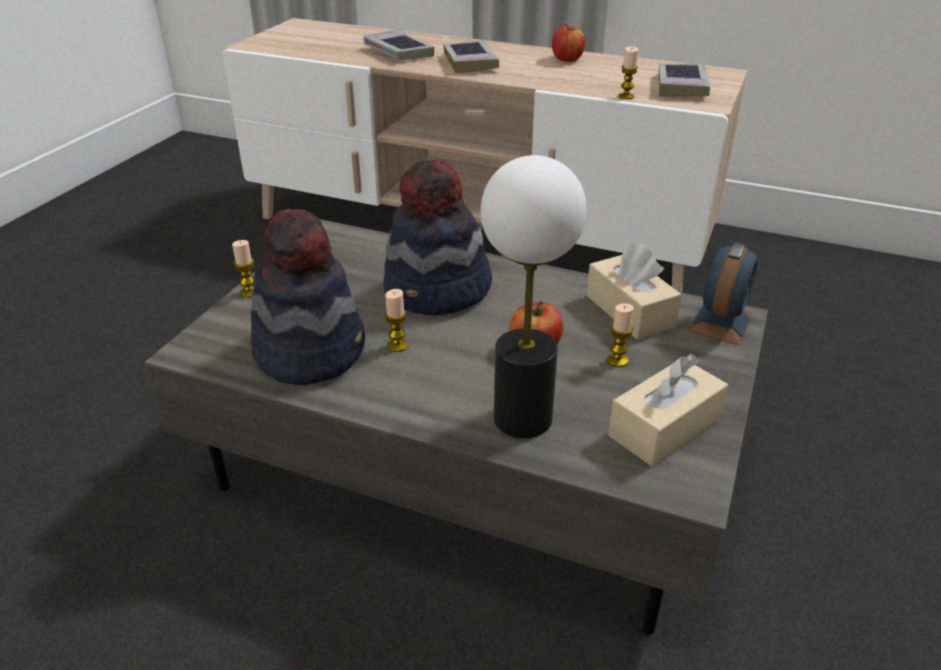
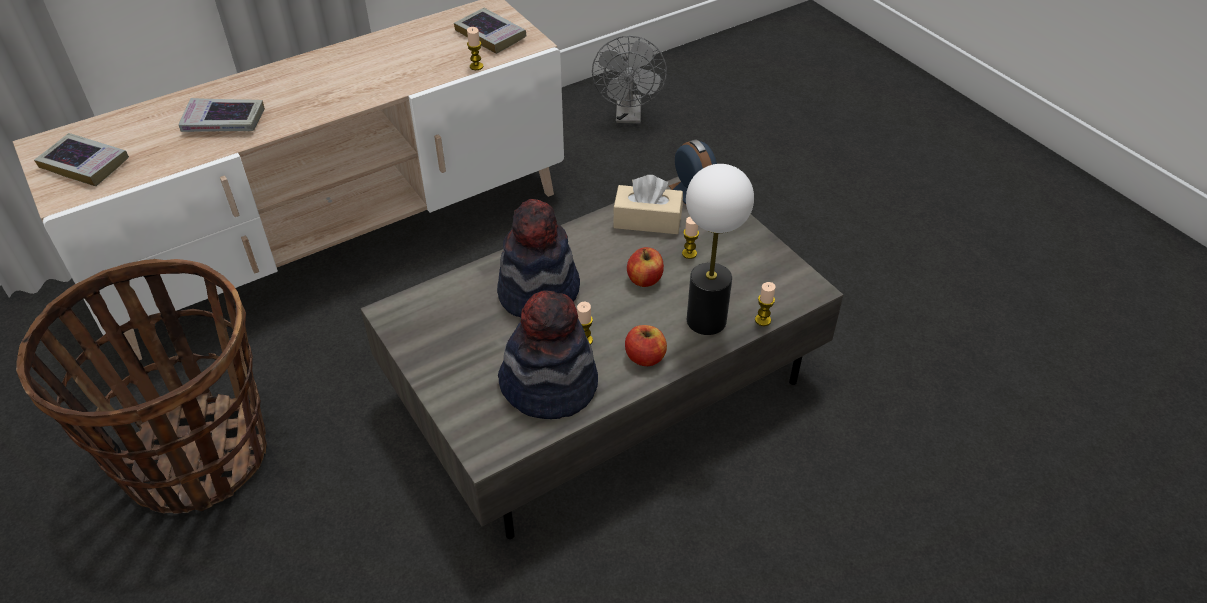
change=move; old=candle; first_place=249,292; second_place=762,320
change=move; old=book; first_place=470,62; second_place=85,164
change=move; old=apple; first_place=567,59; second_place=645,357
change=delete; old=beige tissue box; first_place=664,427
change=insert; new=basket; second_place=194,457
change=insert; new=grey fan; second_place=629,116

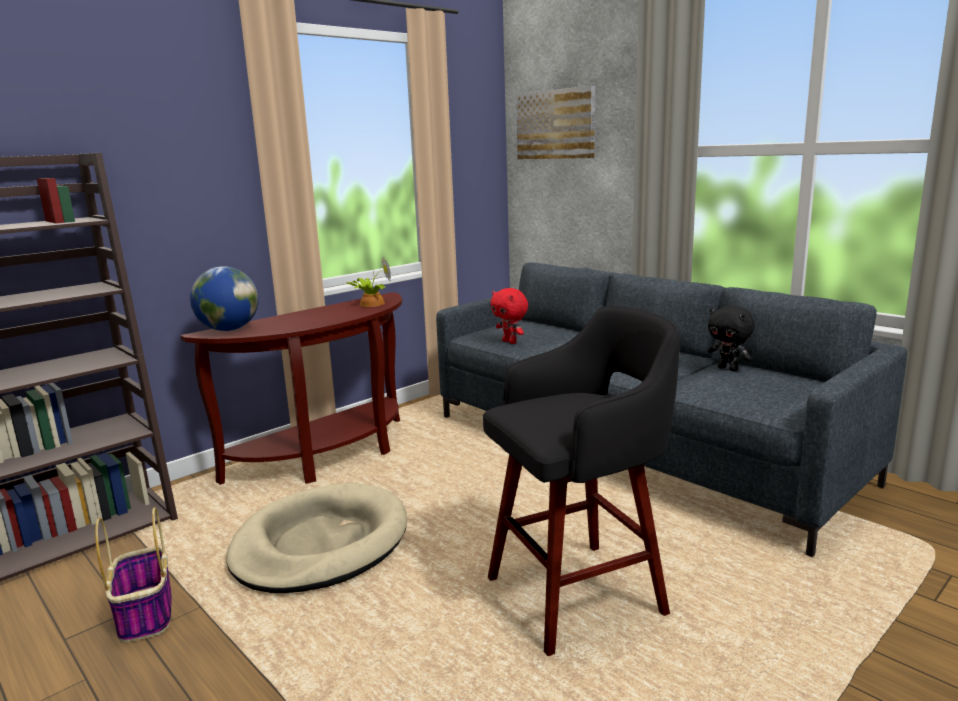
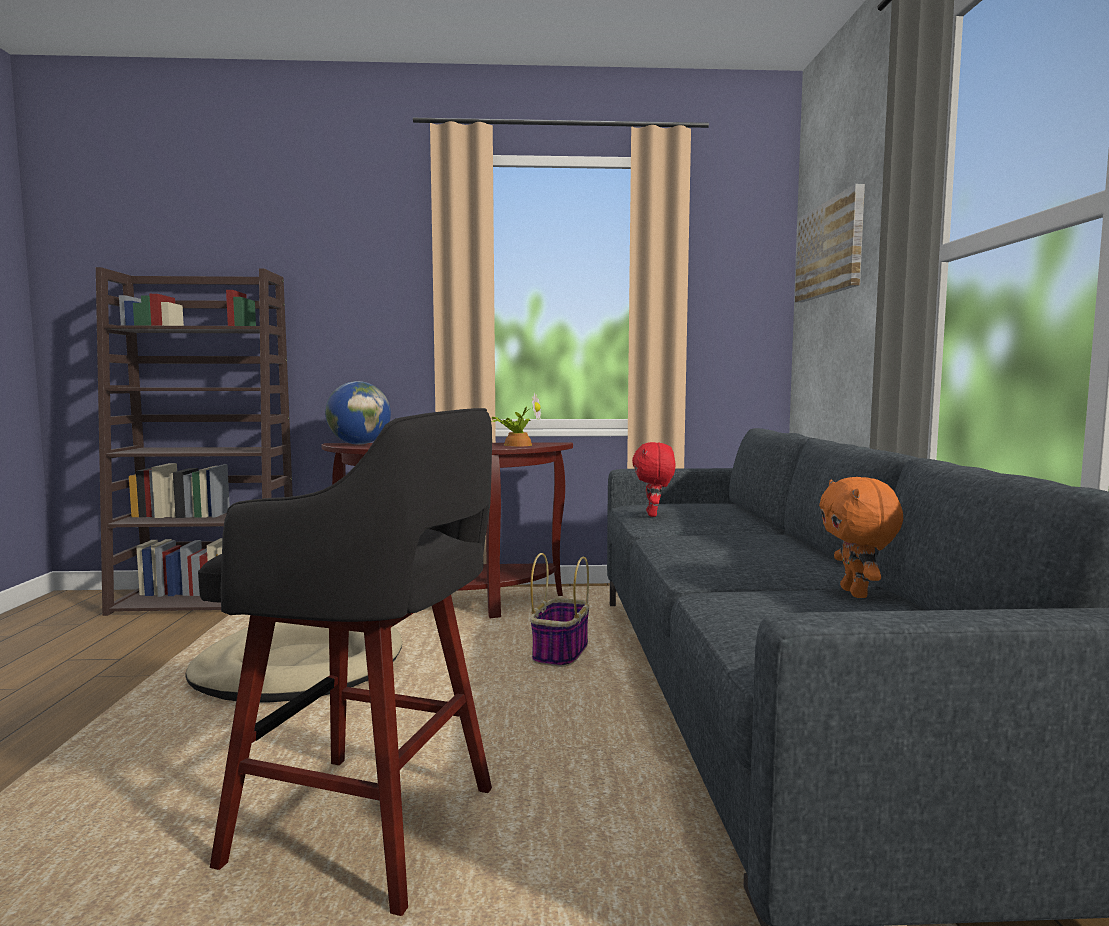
change=move; old=basket; first_place=145,613; second_place=560,652
change=recolor; old=black plush toy; new=orange plush toy; first_place=728,369; second_place=856,593

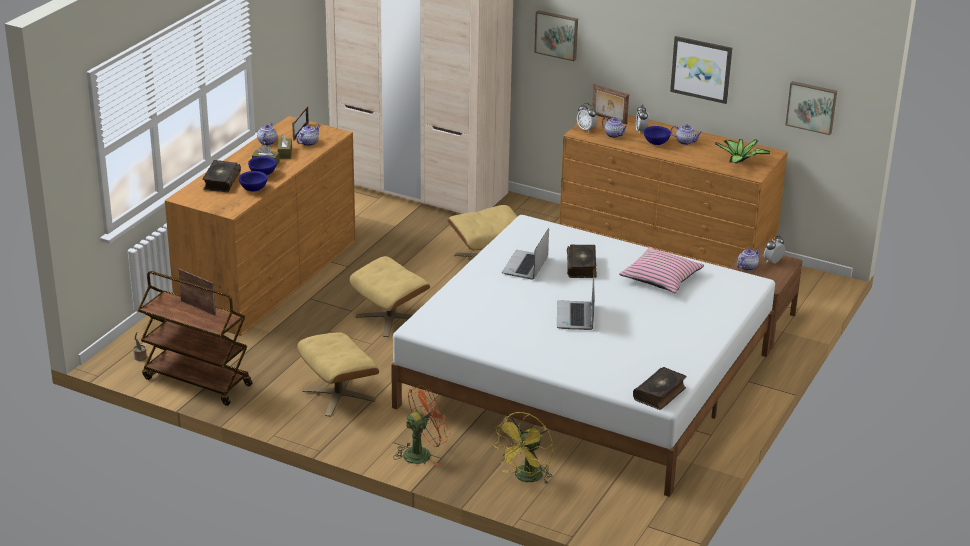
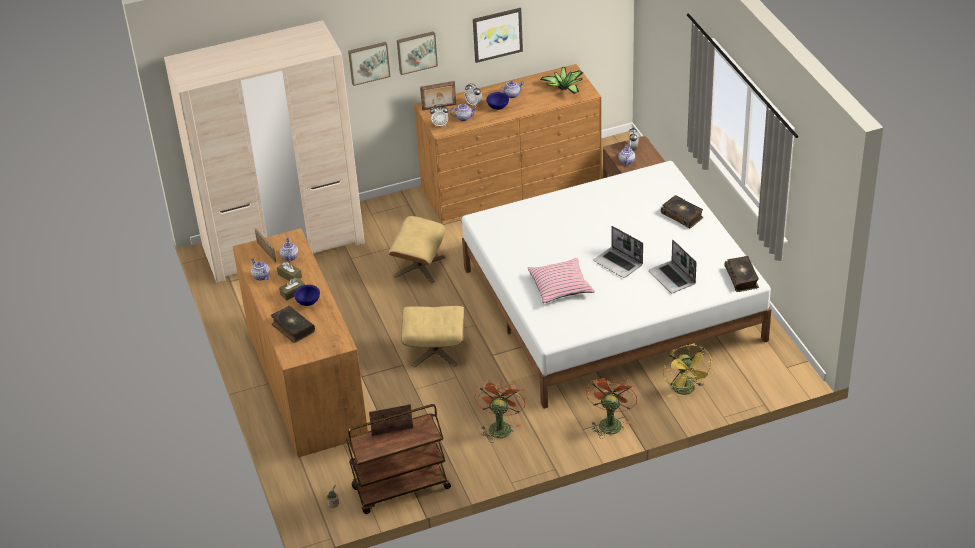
change=delete; old=blue bowl; first_place=253,189
change=replace; old=beige ottoman; new=orange fan; first_place=338,395; second_place=499,426
change=move; old=laptop; first_place=525,266; second_place=672,278
change=move; old=book; first_place=582,266; second_place=682,216
change=move; old=pink pillow; first_place=661,278; second_place=560,286
change=move; old=picture; first_place=811,107; second_place=416,52

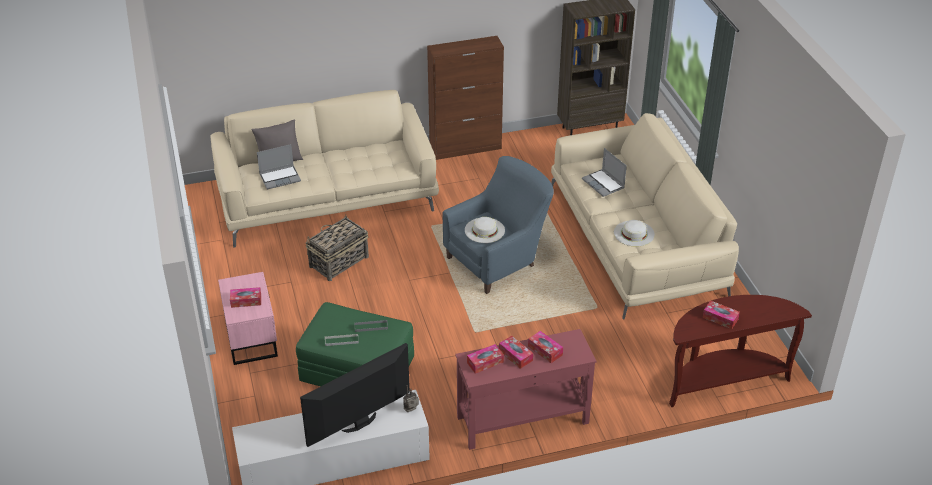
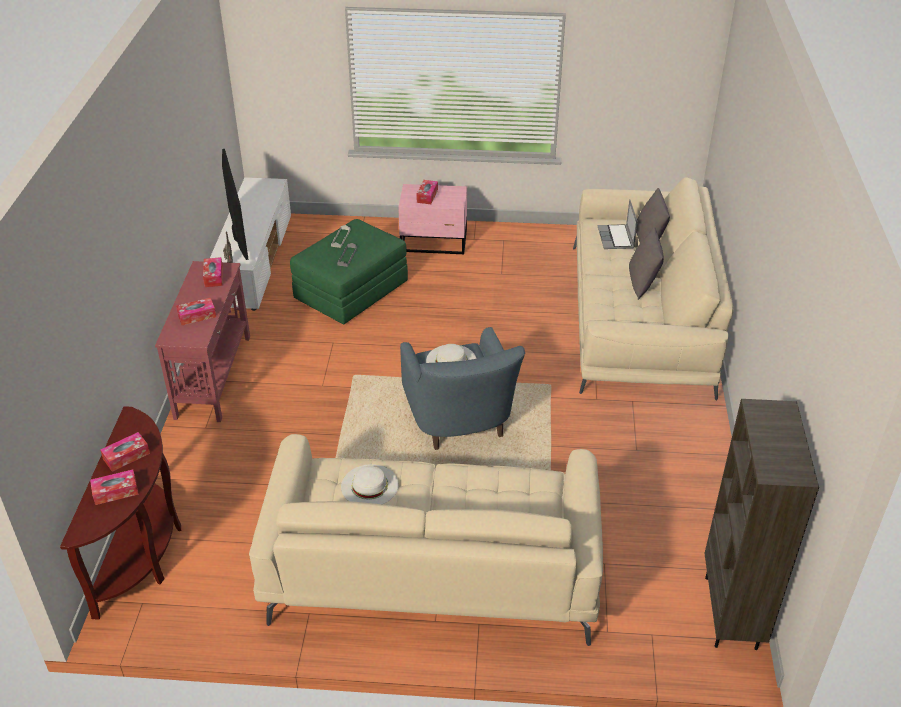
change=delete; old=basket; first_place=338,262
change=delete; old=brown cabinet; first_place=466,148
change=move; old=tissue box; first_place=515,355; second_place=115,492
change=delete; old=laptop; first_place=604,184
change=insert; new=grey pillow; second_place=642,284

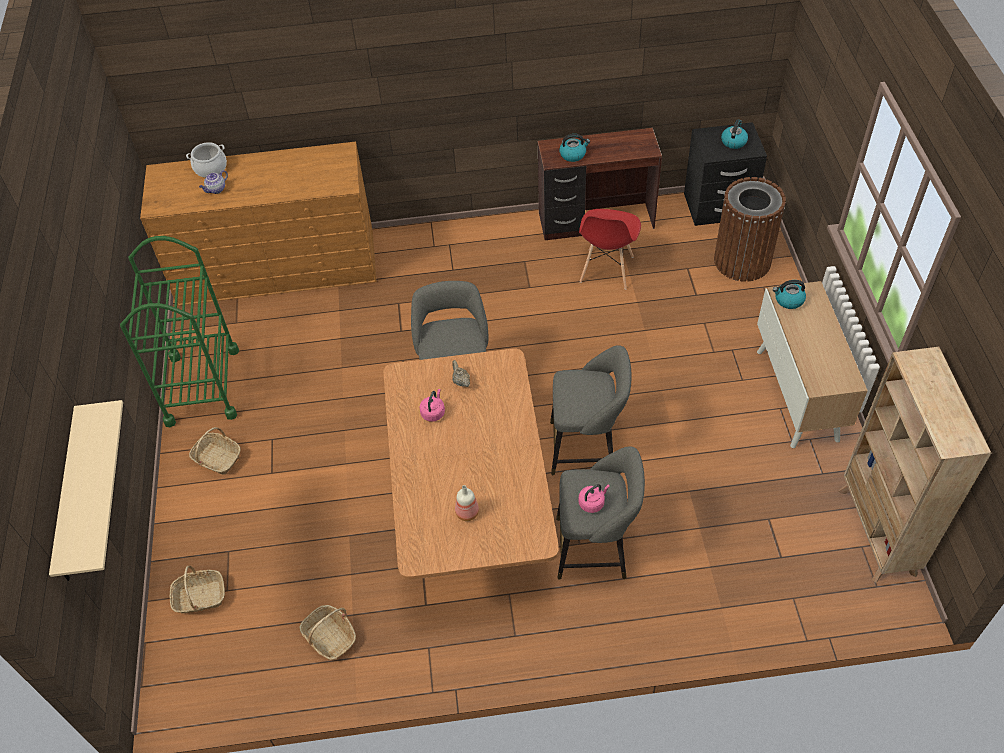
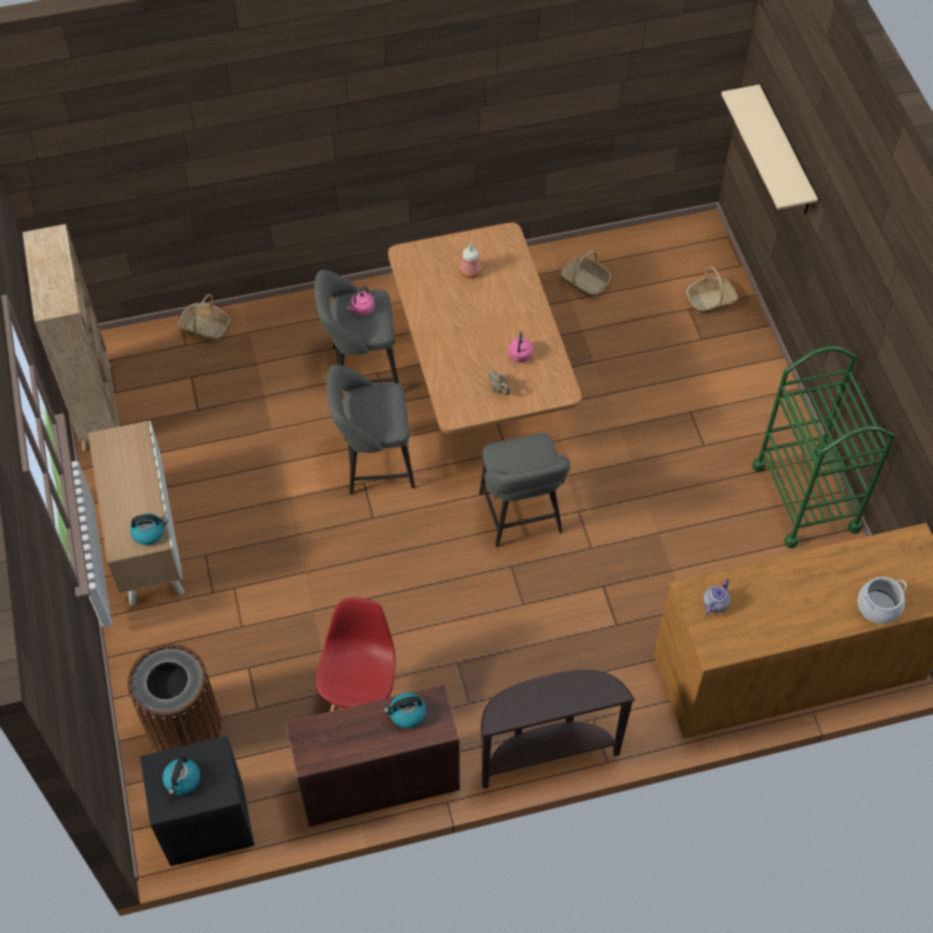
change=move; old=basket; first_place=217,458; second_place=205,328
change=move; old=teapot; first_place=216,189; second_place=715,603
change=insert; new=brown console table; second_place=546,754

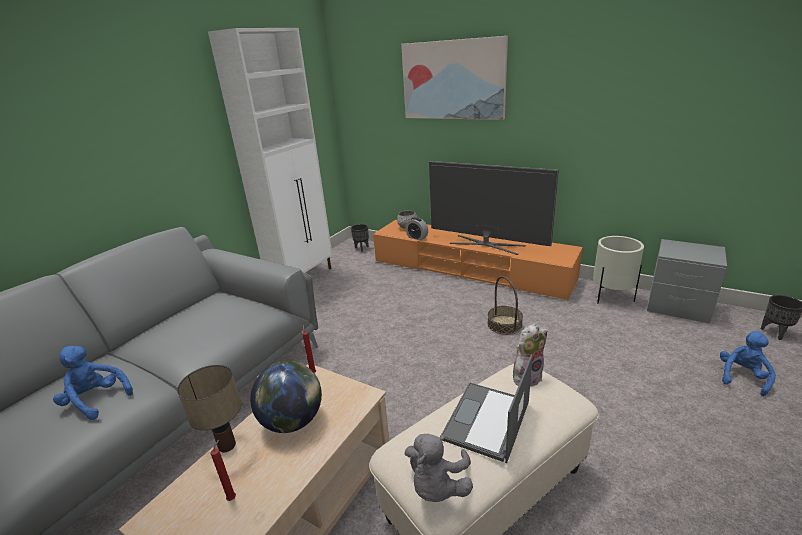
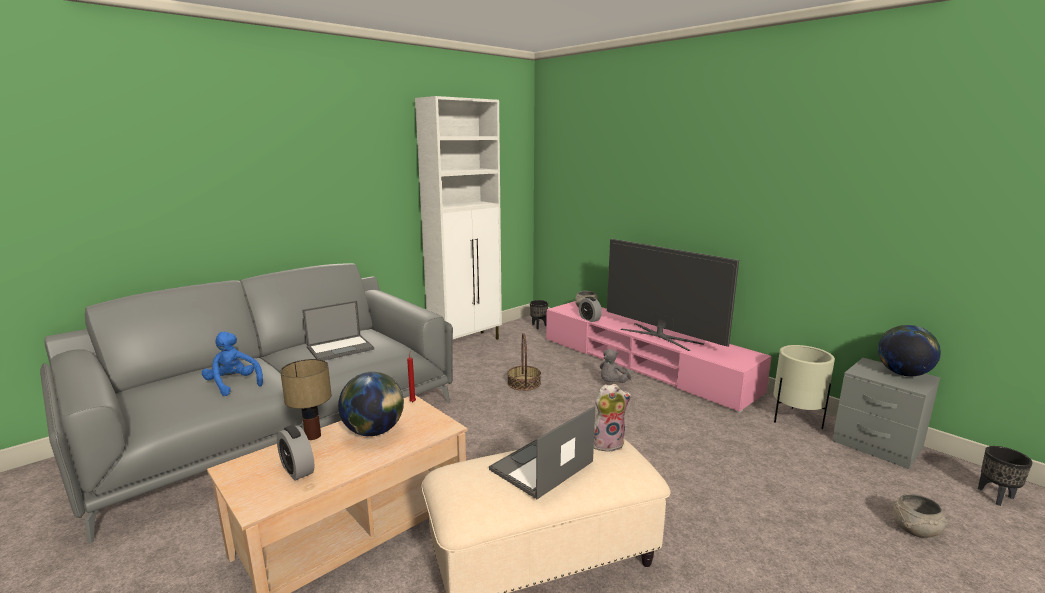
change=replace; old=red candle; new=alarm clock; first_place=233,498; second_place=297,470
change=recolor; old=orange tv stand; new=pink tv stand; first_place=470,270; second_place=643,365
change=delete; old=picture; first_place=453,80
change=move; old=grey plush toy; first_place=437,486; second_place=612,383
change=move; old=basket; first_place=504,324; second_place=524,383
change=replace; old=blue plush toy; new=grey bowl; first_place=742,377; second_place=916,530
change=insert; new=laptop; second_place=341,348
change=insert; new=globe; second_place=903,374

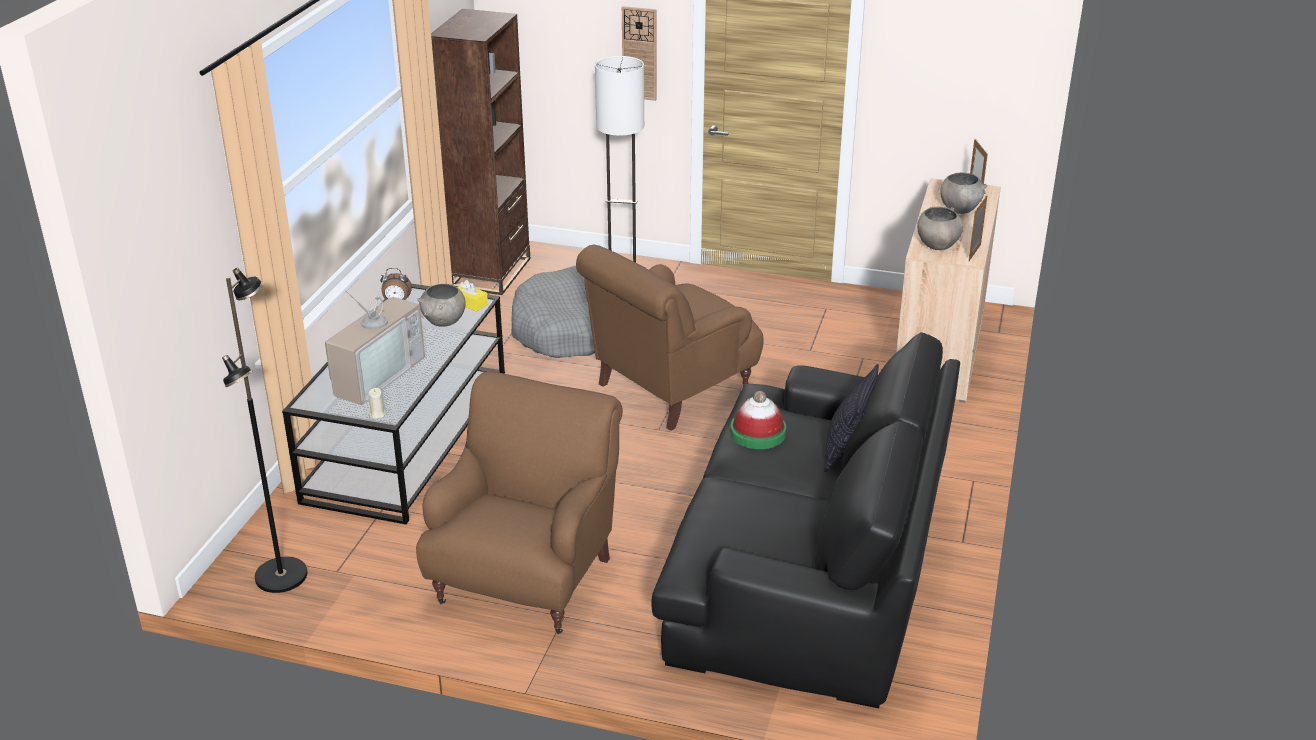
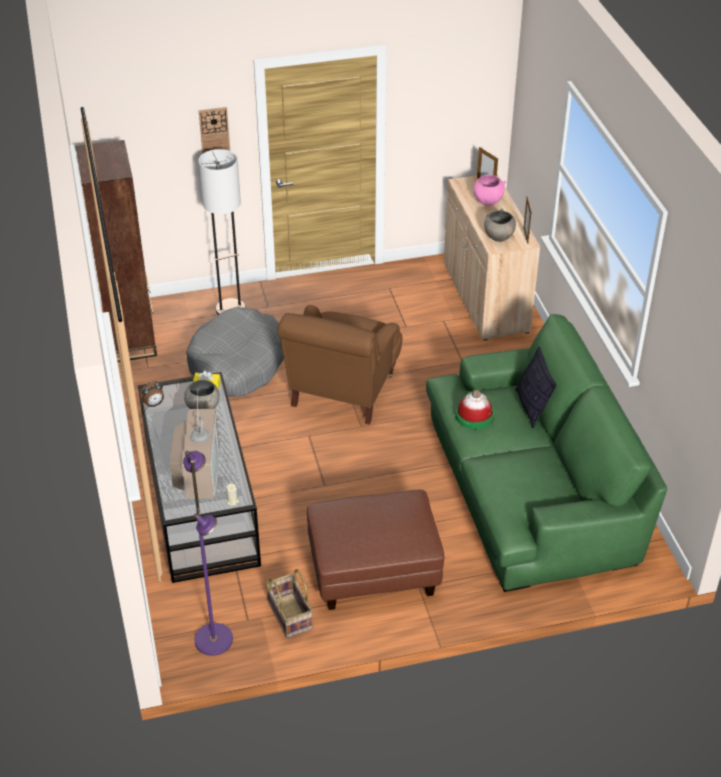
change=recolor; old=black floor lamp; new=purple floor lamp; first_place=282,576; second_place=214,639
change=replace; old=brown armchair; new=brown ottoman; first_place=527,579; second_place=374,571
change=recolor; old=black sofa; new=green sofa; first_place=811,566; second_place=532,488
change=recolor; old=grey bowl; new=pink bowl; first_place=960,209; second_place=487,201
change=insert; new=basket; second_place=288,616

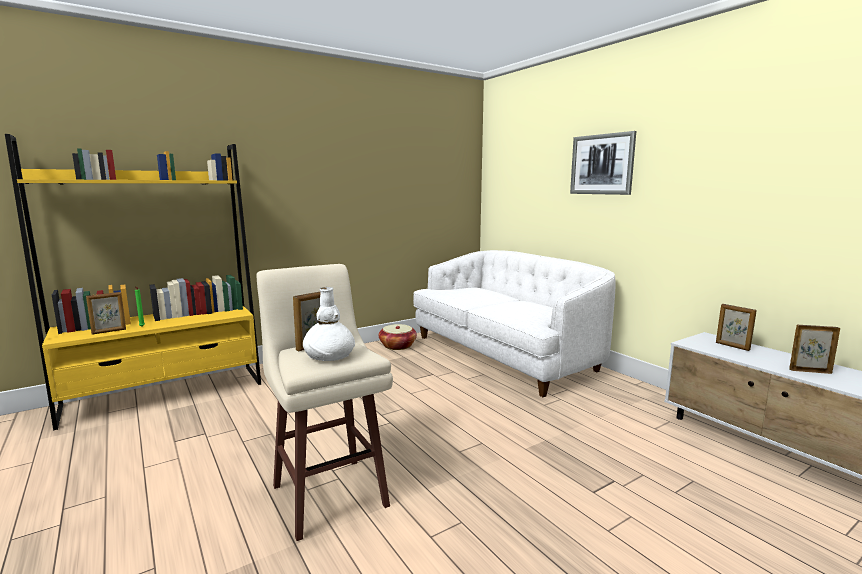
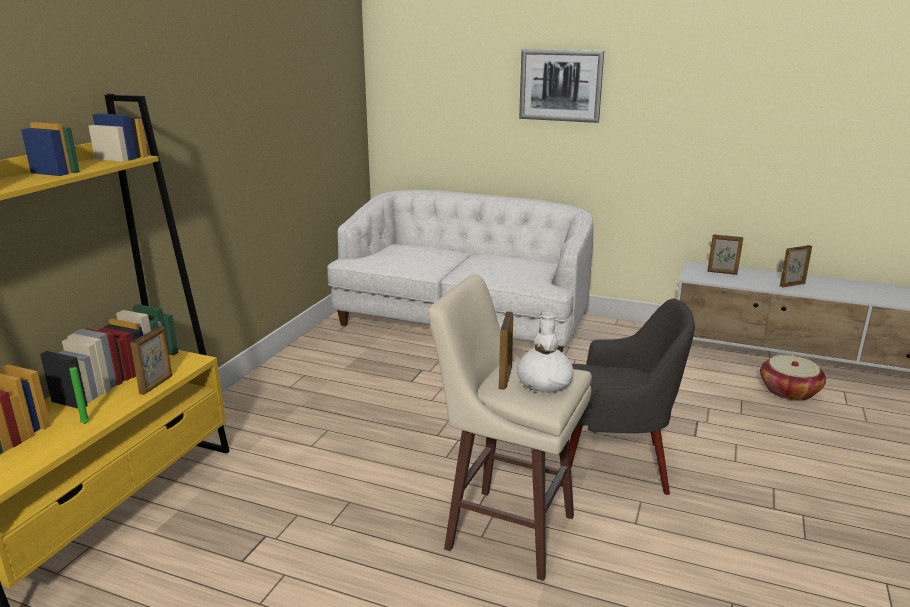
change=move; old=picture frame; first_place=109,331; second_place=157,385
change=move; old=basket; first_place=397,346; second_place=789,391
change=insert; new=grey armchair; second_place=614,464

